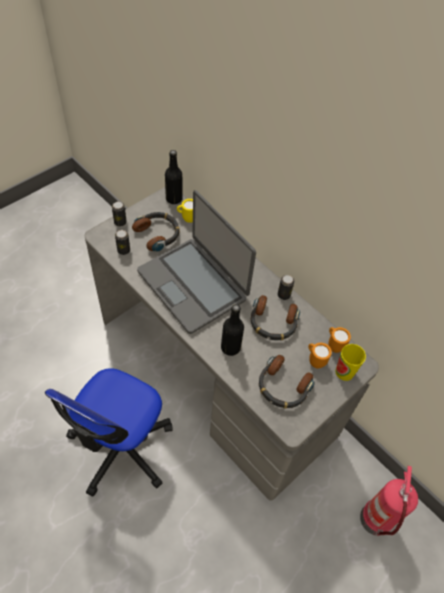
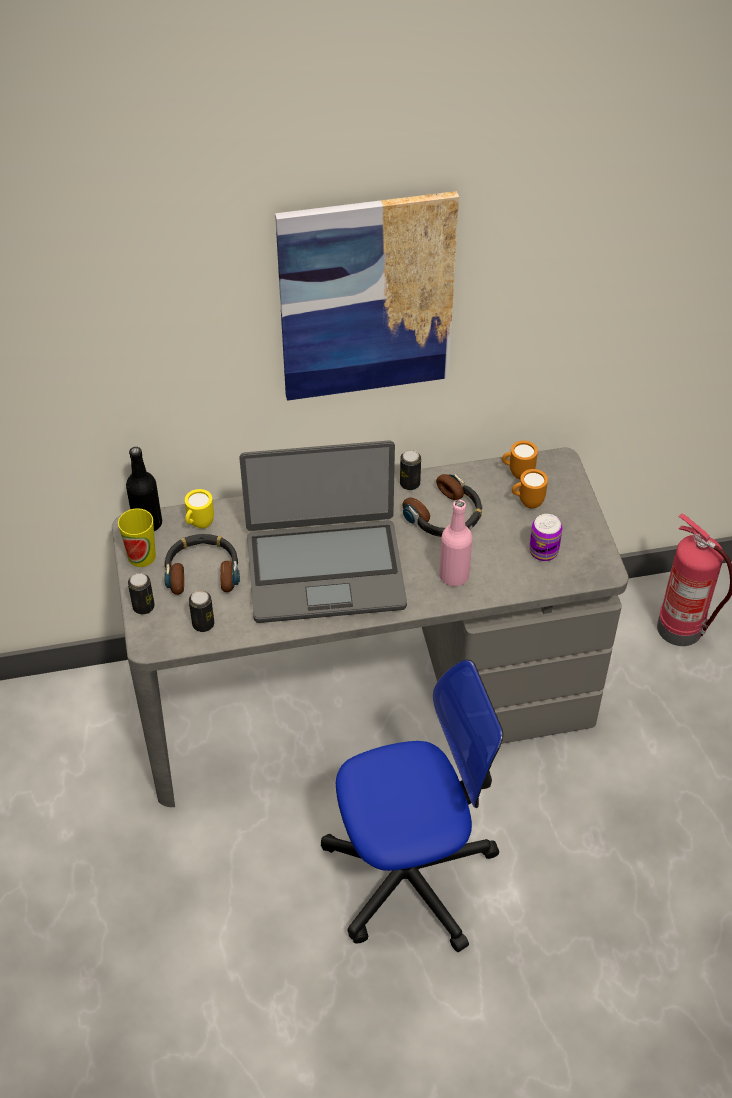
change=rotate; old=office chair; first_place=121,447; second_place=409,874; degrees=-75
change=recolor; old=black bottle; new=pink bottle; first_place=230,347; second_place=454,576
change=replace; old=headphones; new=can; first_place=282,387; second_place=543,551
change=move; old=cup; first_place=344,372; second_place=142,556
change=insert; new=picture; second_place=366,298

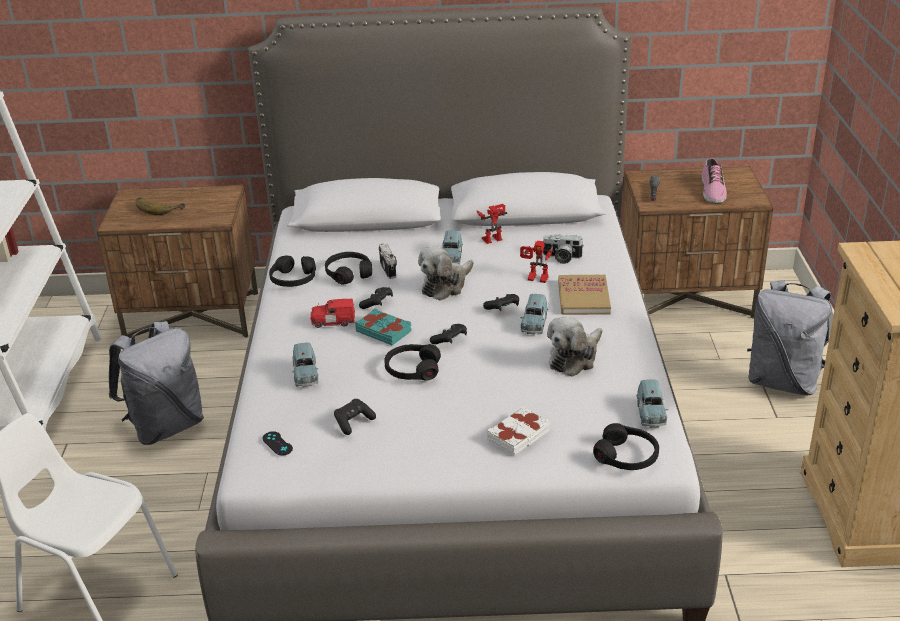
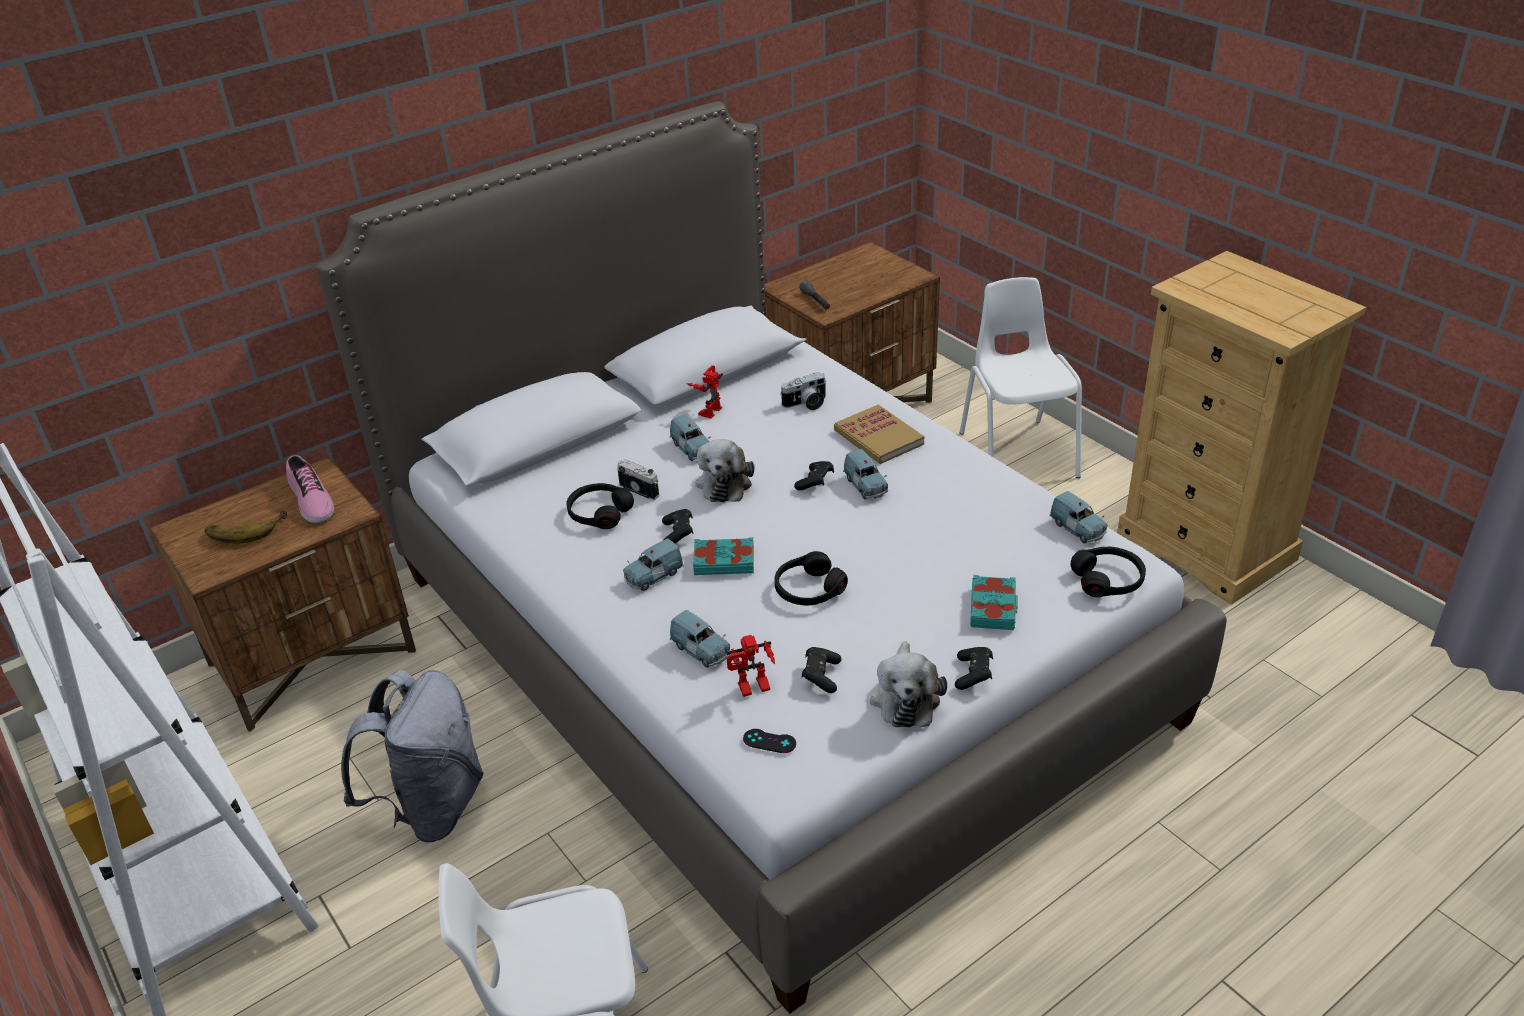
change=delete; old=black headphones; first_place=293,279
change=recolor; old=red toy car; new=blue toy car; first_place=333,322; second_place=653,576
change=move; old=black game controller; first_place=450,340; second_place=973,675
change=recolor; old=white book; new=turquoise book; first_place=519,436; second_place=993,608
change=move; old=toy robot; first_place=535,279; second_place=752,690
change=move; old=plush toy; first_place=574,358; second_place=905,697
change=move; old=shoe; first_place=711,190; second_place=310,500
change=replace; old=grey backpack; new=white chair; first_place=783,382; second_place=1017,454

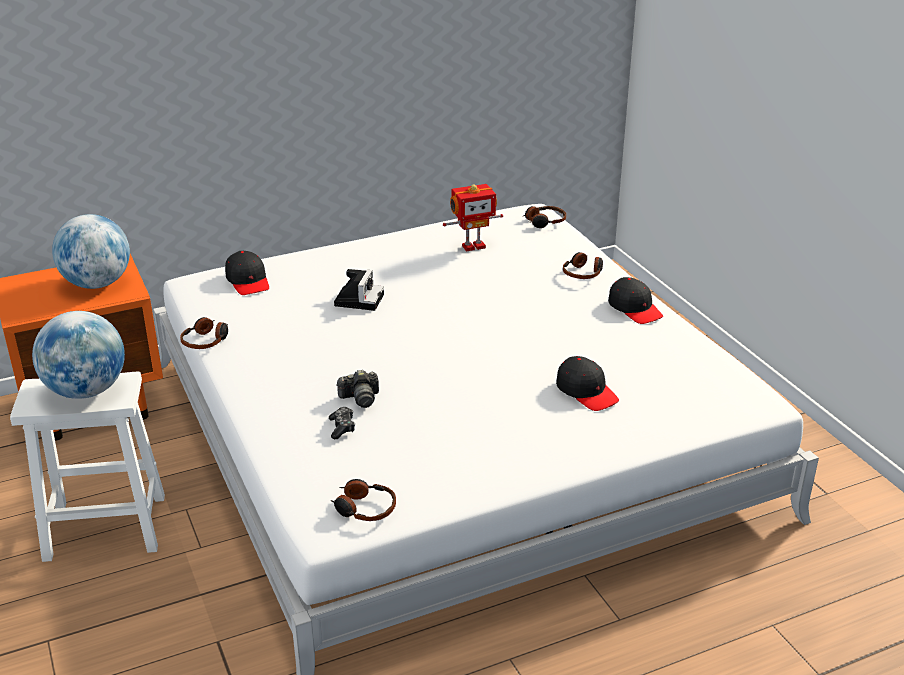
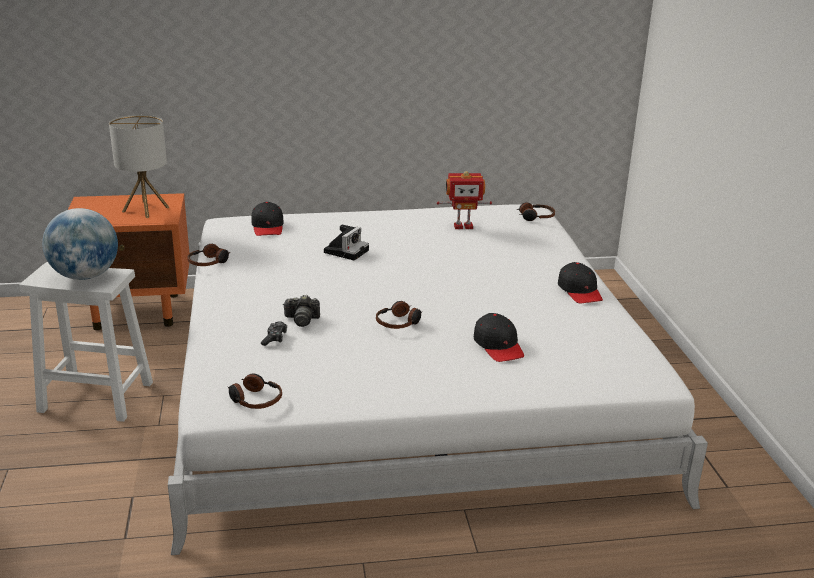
change=replace; old=globe; new=table lamp; first_place=97,284; second_place=146,209
change=move; old=headphones; first_place=583,273; second_place=399,322

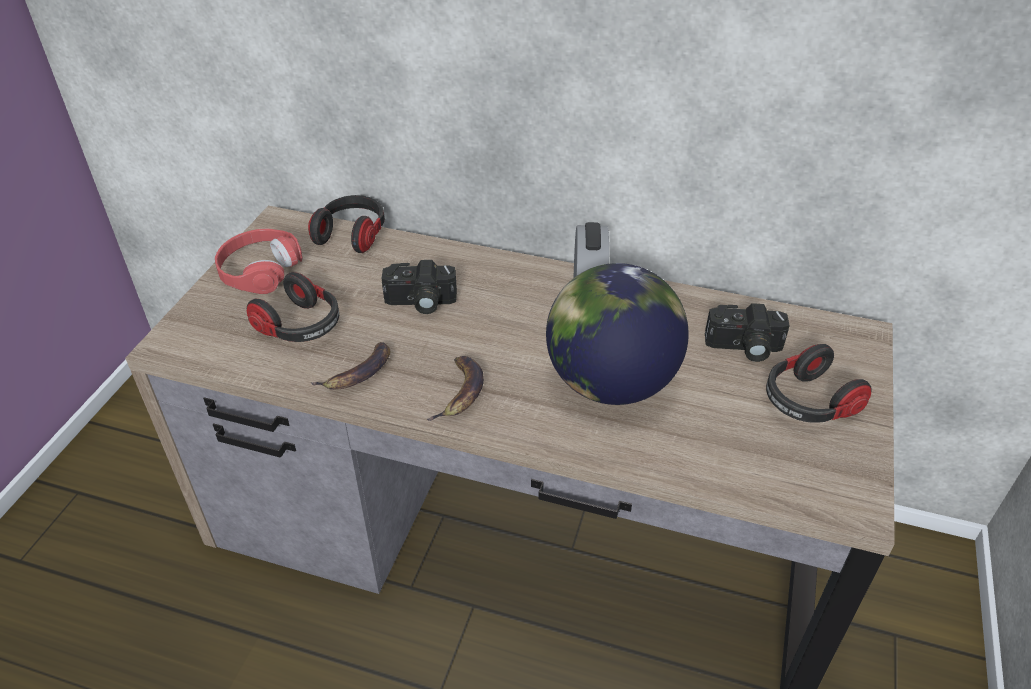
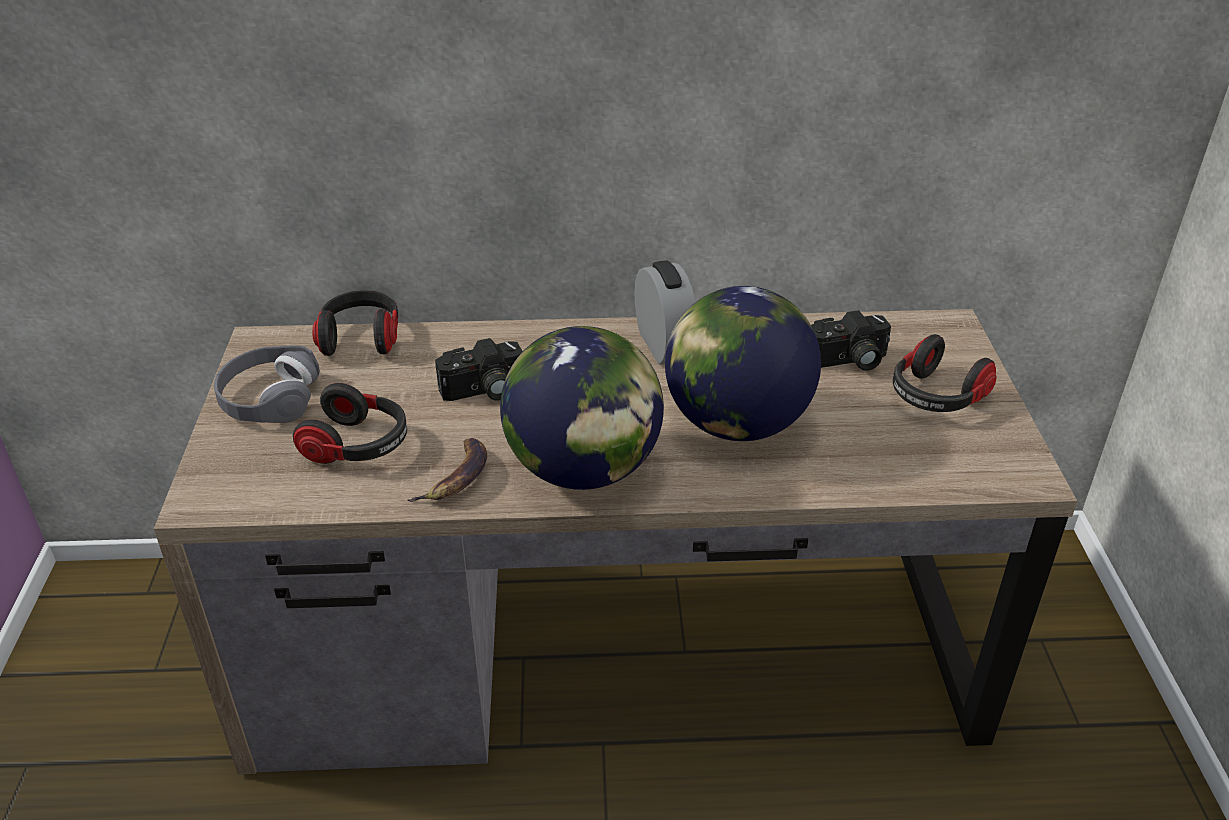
change=recolor; old=red headphones; new=grey headphones; first_place=260,270; second_place=269,397
change=replace; old=banana; new=globe; first_place=460,393; second_place=584,470

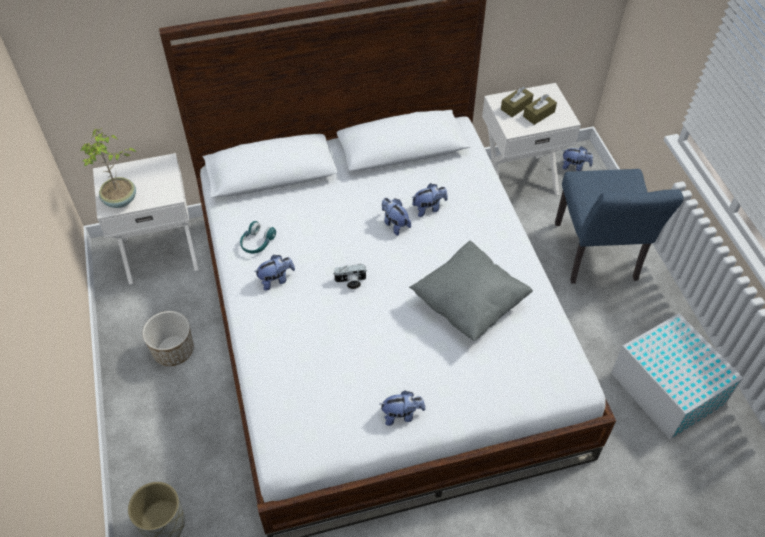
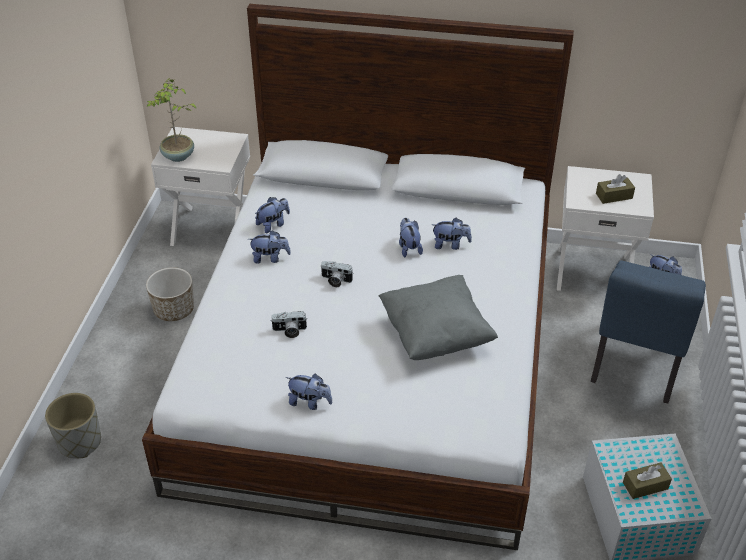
change=replace; old=turquoise headphones; new=plush toy; first_place=257,243; second_place=273,224
change=move; old=brown tissue box; first_place=516,106; second_place=645,485
change=insert; new=photo camera; second_place=289,331

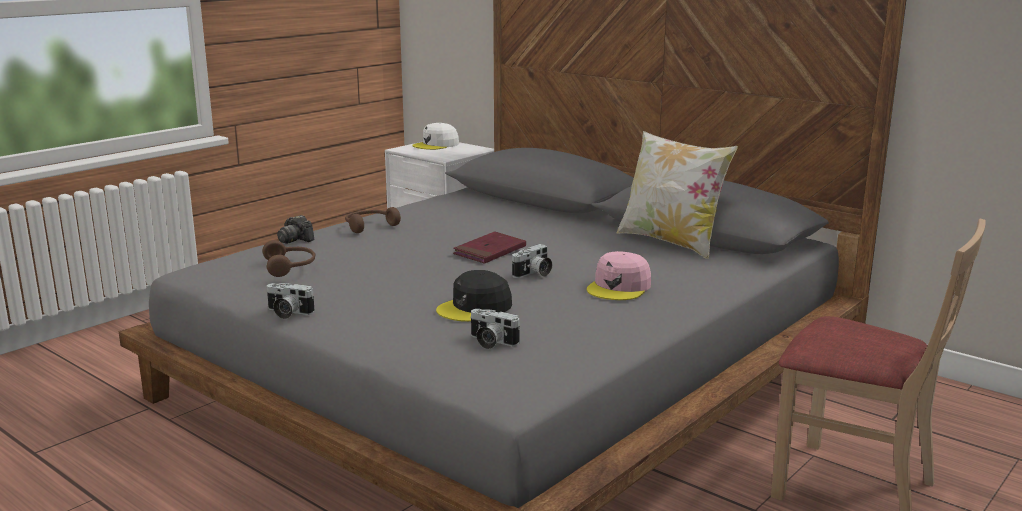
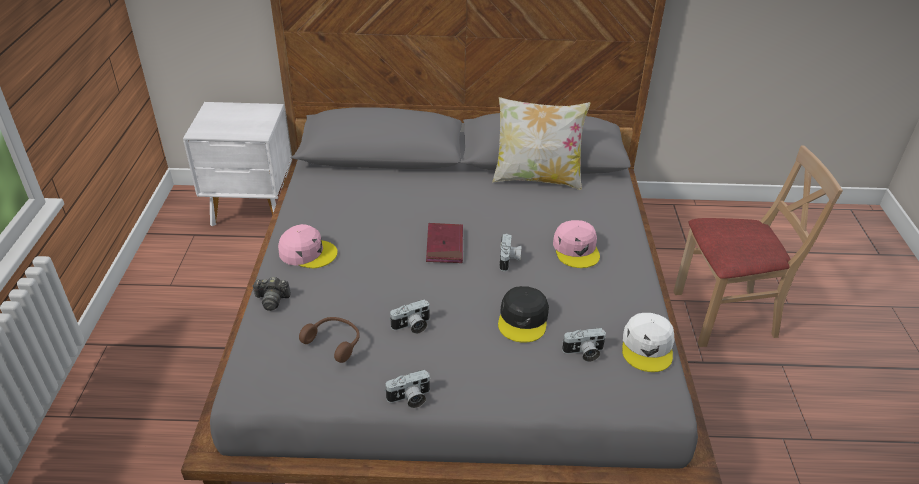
change=replace; old=brown headphones; new=pink cap; first_place=369,226; second_place=307,252
change=move; old=white cap; first_place=436,145; second_place=647,347
change=insert; new=photo camera; second_place=412,326

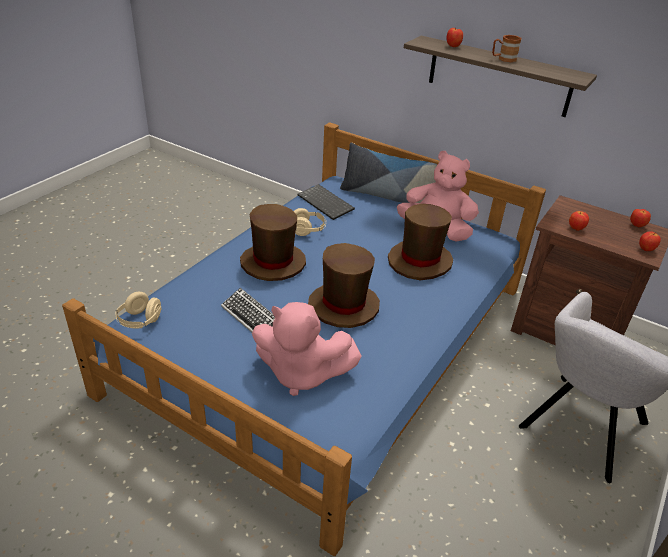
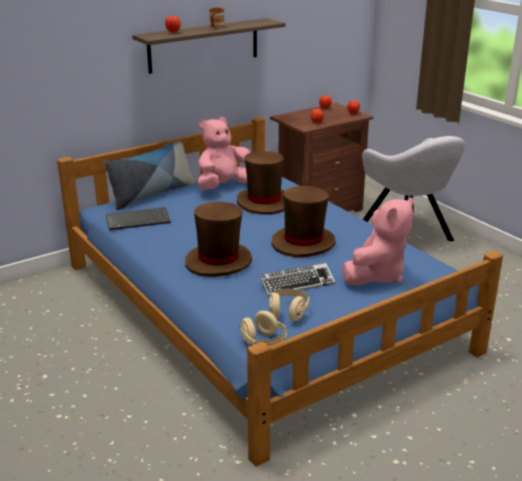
change=move; old=beige headphones; first_place=308,230; second_place=288,313

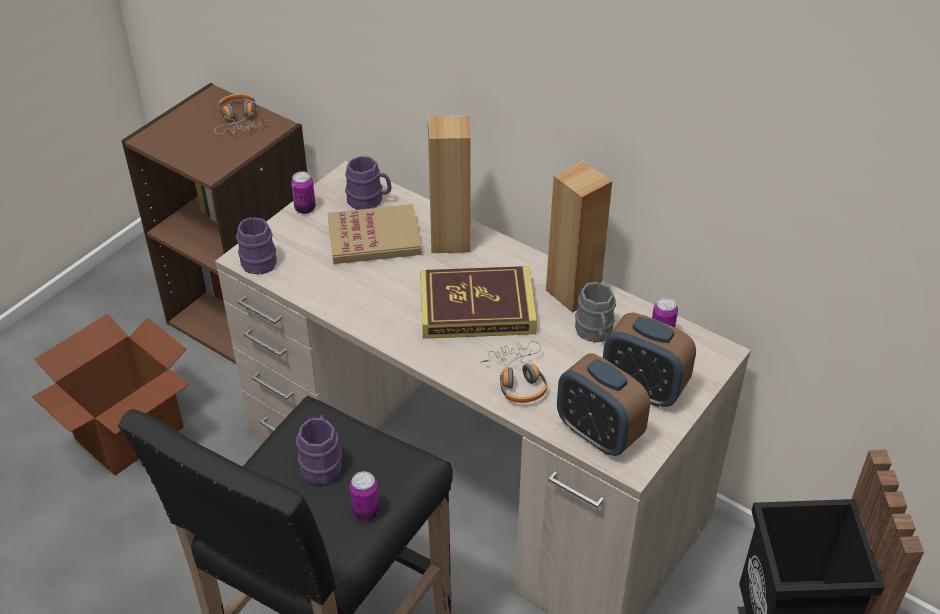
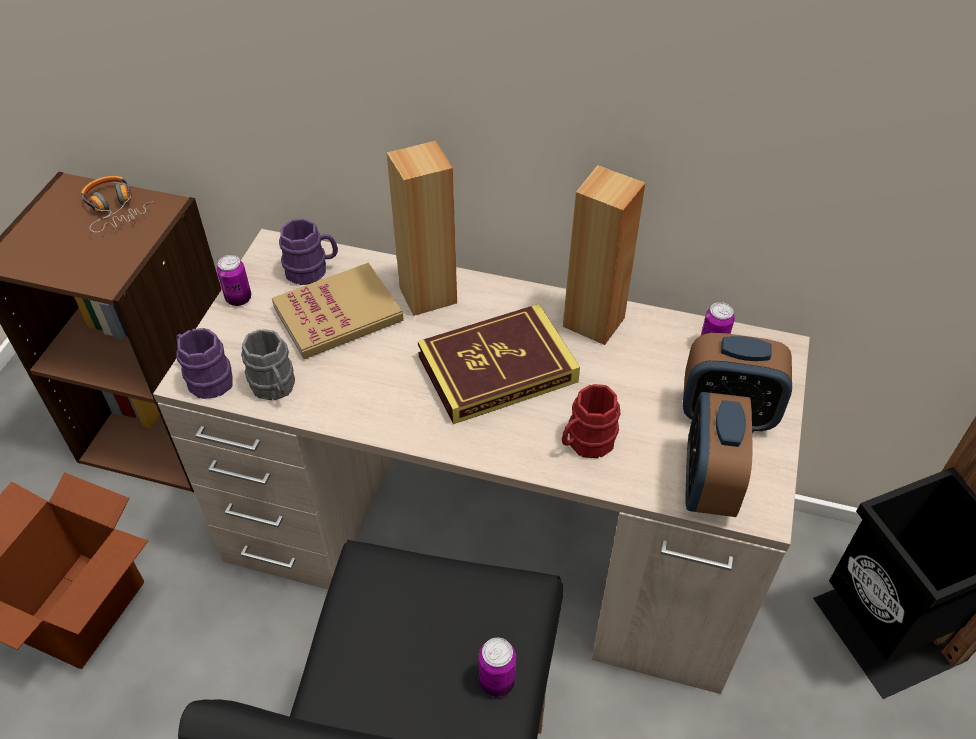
change=delete; old=purple mug; first_place=322,462
change=replace; old=headphones; new=red mug; first_place=518,378; second_place=586,443
change=rotate; old=alarm clock; first_place=598,433; second_place=708,484; degrees=75
change=move; old=grey mug; first_place=595,333; second_place=275,388

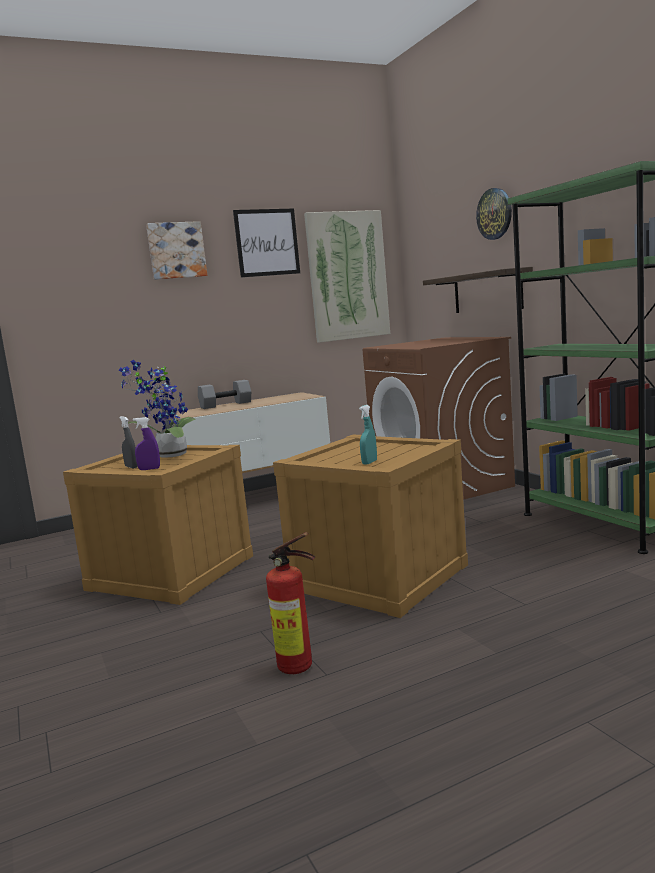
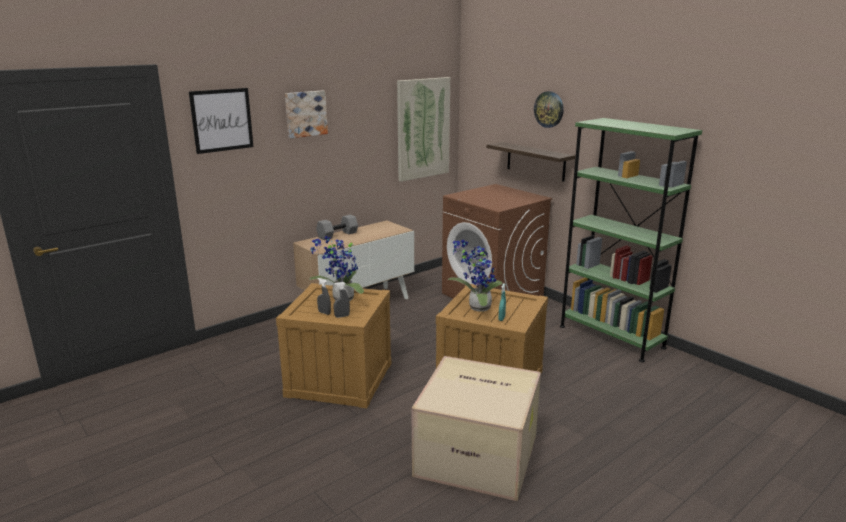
change=recolor; old=purple spray bottle; new=grey spray bottle; first_place=149,469; second_place=342,316
change=move; old=picture; first_place=267,242; second_place=222,120
change=replace; old=fire extinguisher; new=cardboard box; first_place=300,668; second_place=479,454
change=insert; new=potted plant; second_place=476,308

